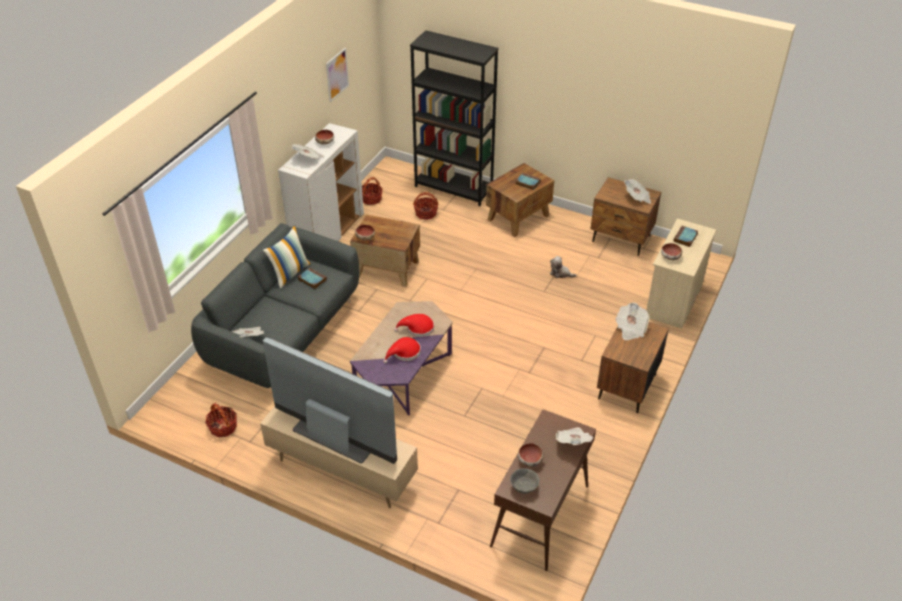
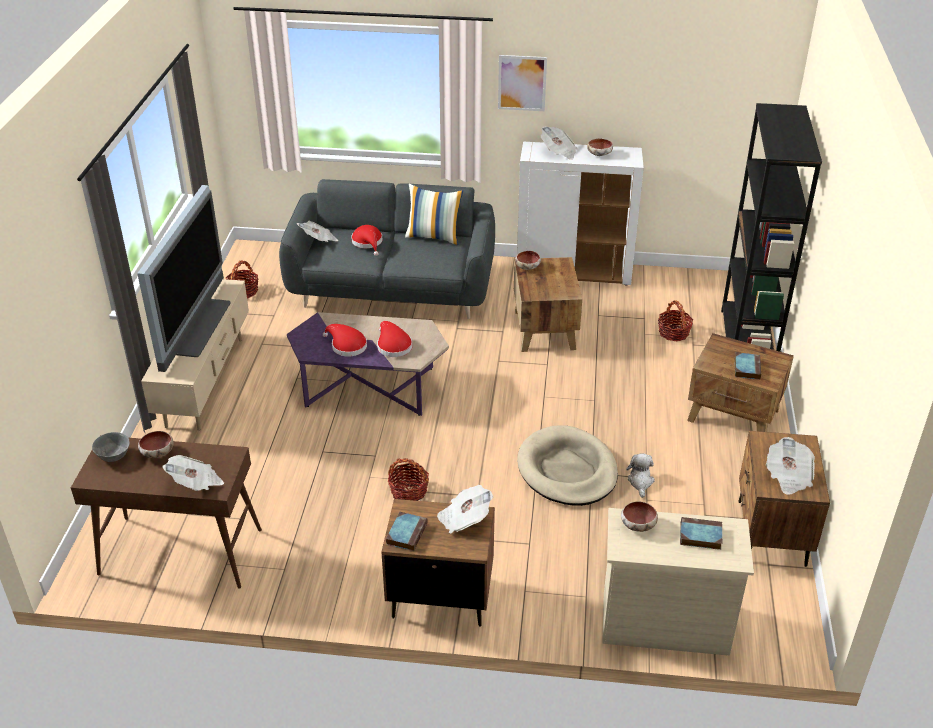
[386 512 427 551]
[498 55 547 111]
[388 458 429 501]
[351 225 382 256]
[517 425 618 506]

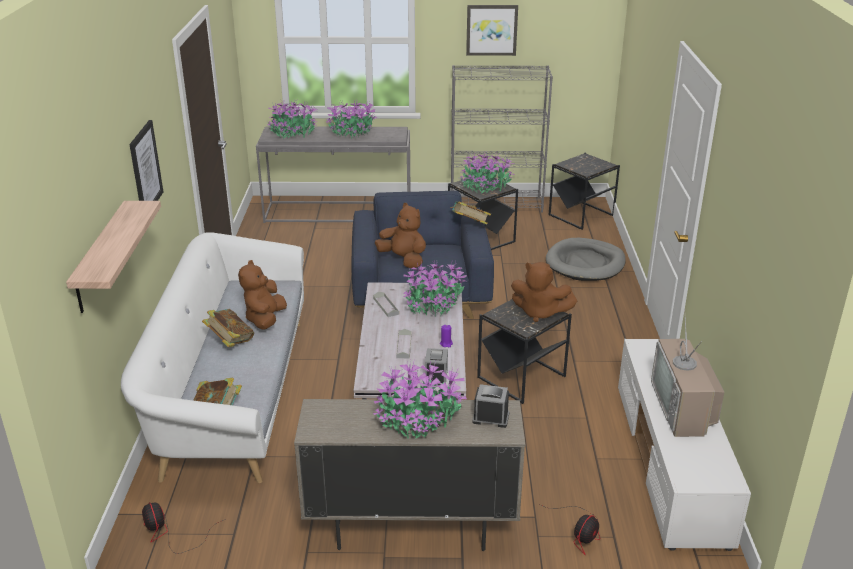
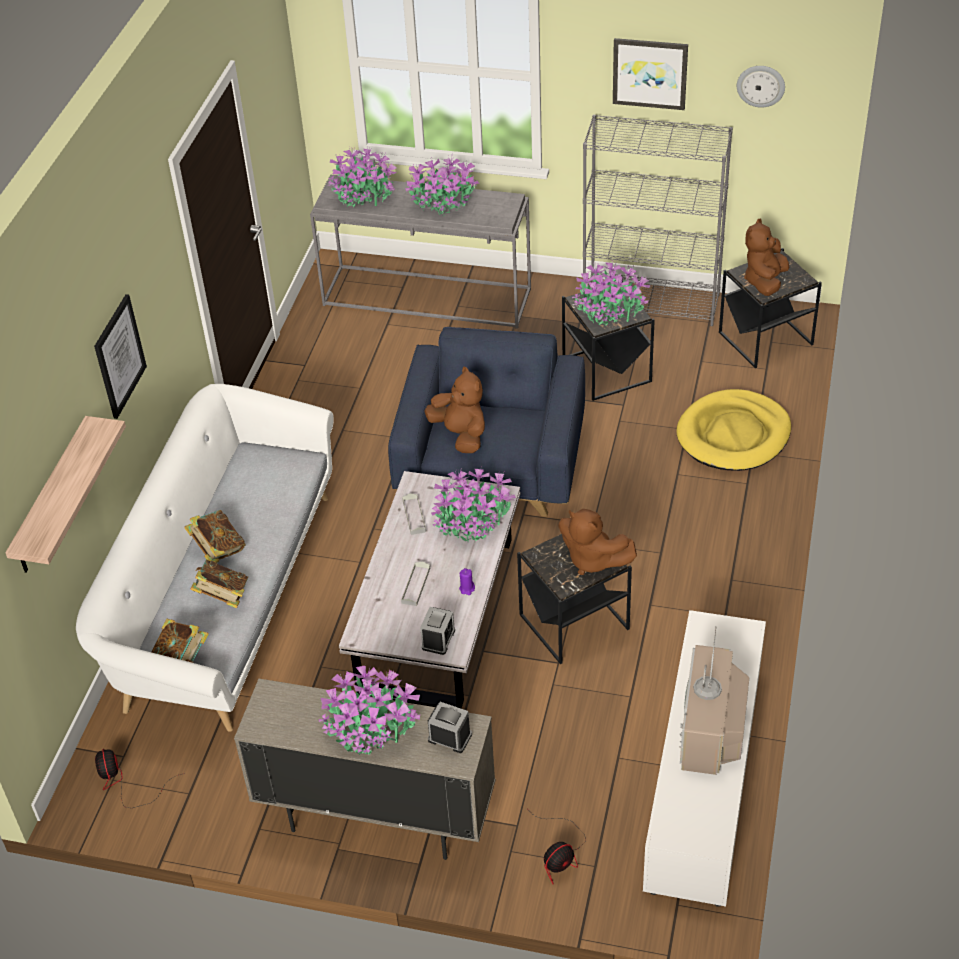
[744 219 789 296]
[191 560 248 608]
[676 389 791 471]
[737 66 785 108]

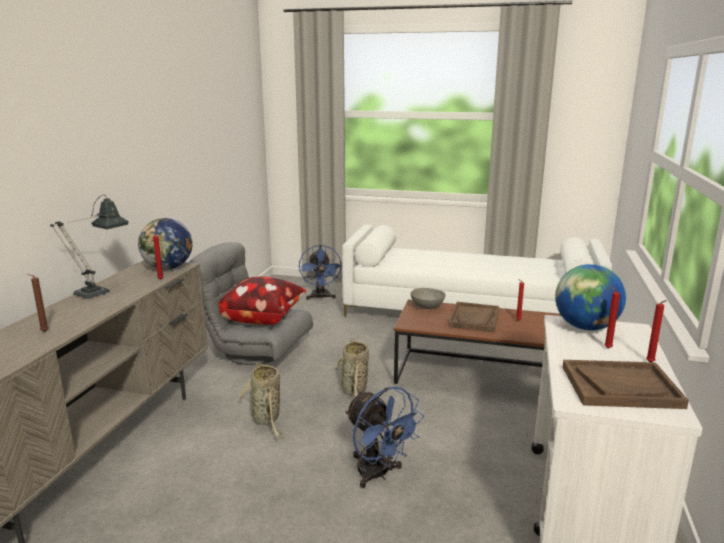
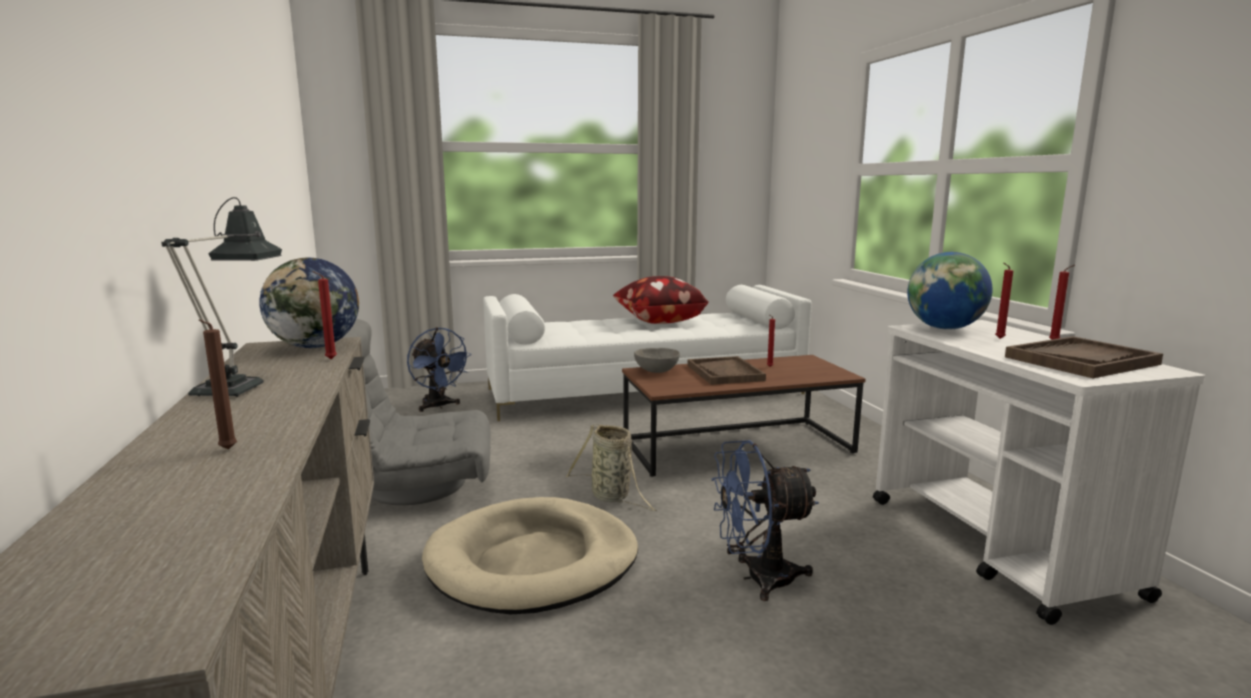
[613 276 709 324]
[422 497 638 614]
[712 440 819 601]

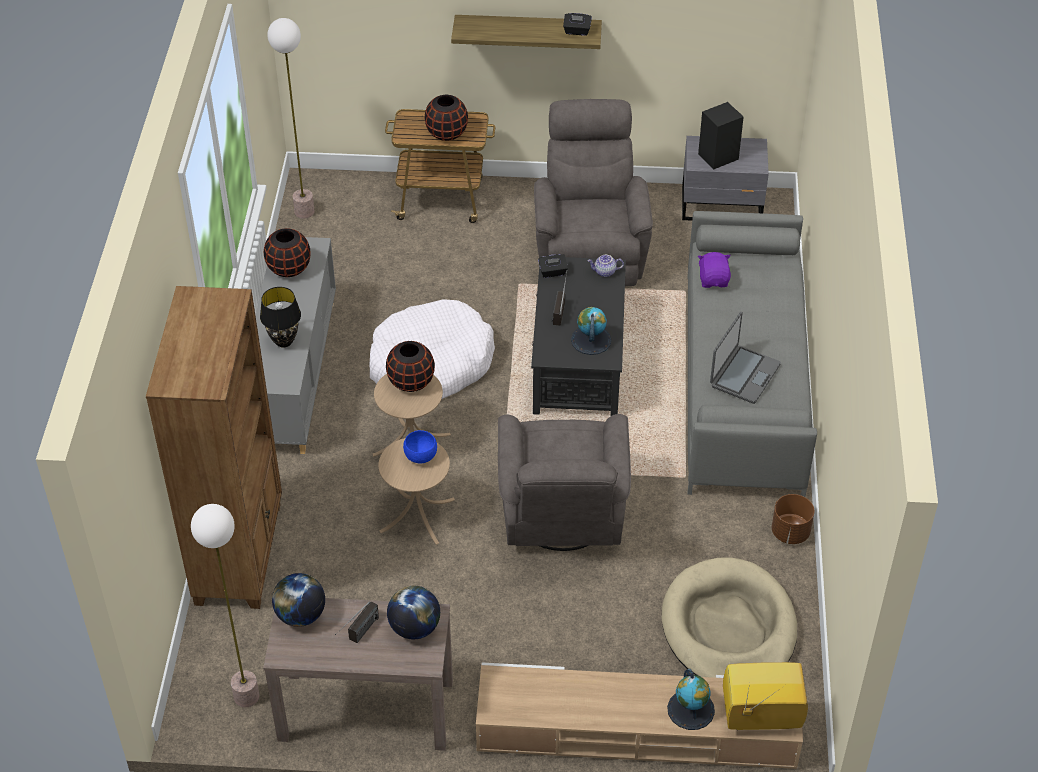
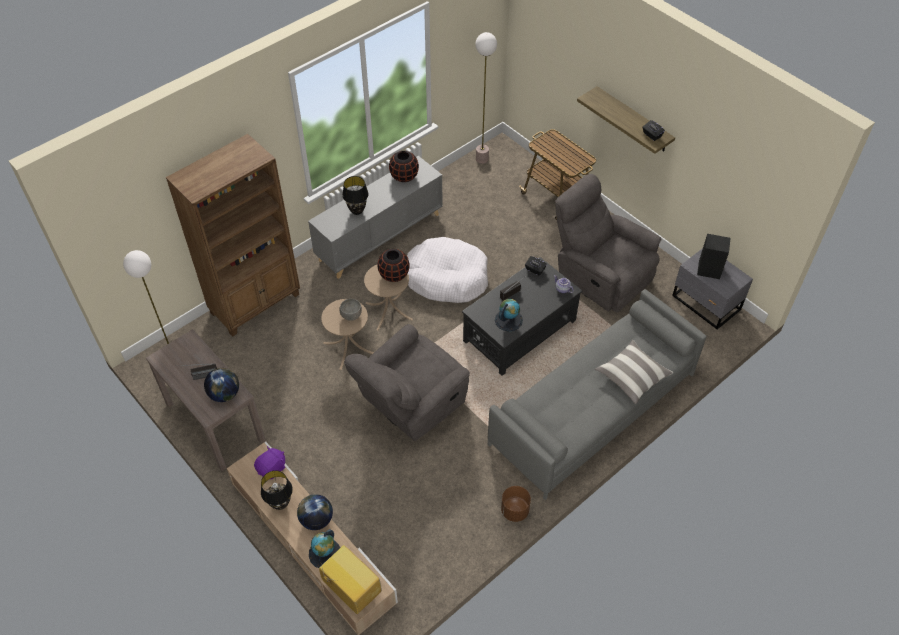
[297 494 333 530]
[339 299 362 321]
[425 95 468 141] (first image)
[555 174 661 312]
[662 557 797 678] (first image)
[254 446 285 479]
[710 312 781 404] (first image)
[261 470 293 510]
[595 340 673 404]

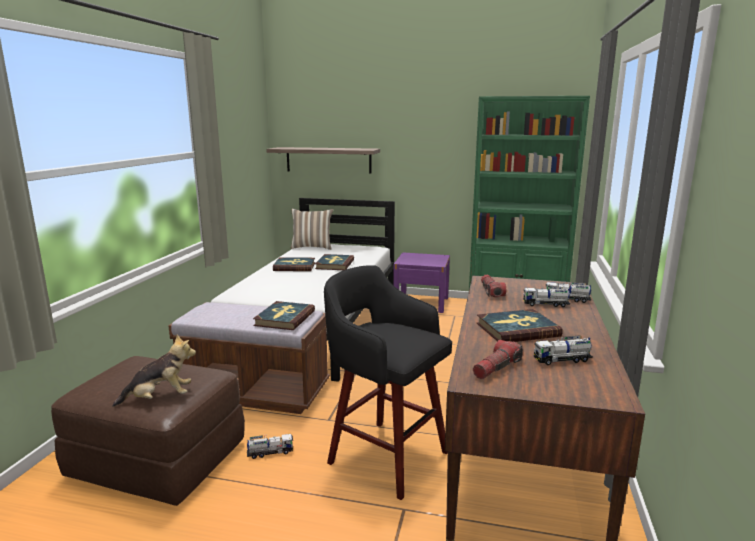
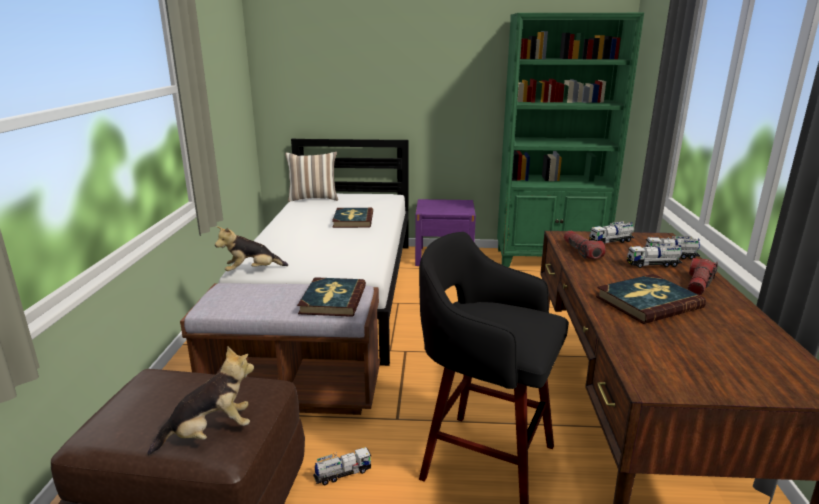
[266 147 380 174] (first image)
[273 257 315 271] (first image)
[688 258 718 295]
[589 221 634 244]
[215 226 288 271]

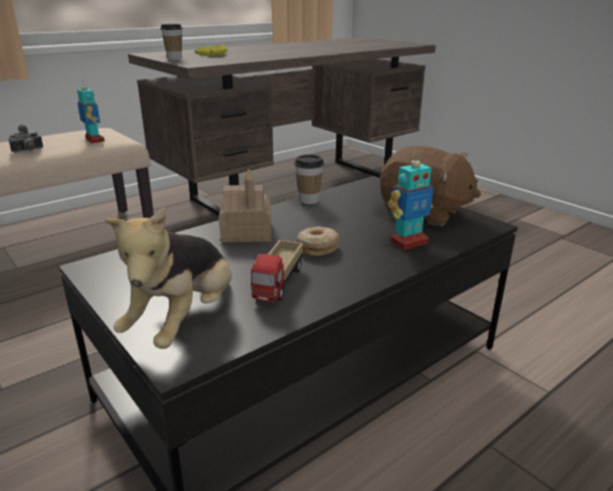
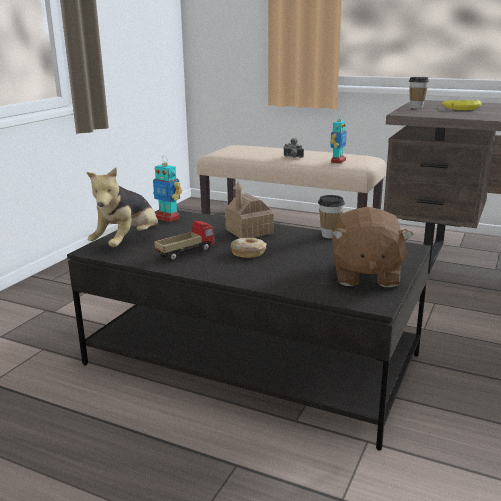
[87 168 158 247]
[154 221 215 261]
[153 156 182 222]

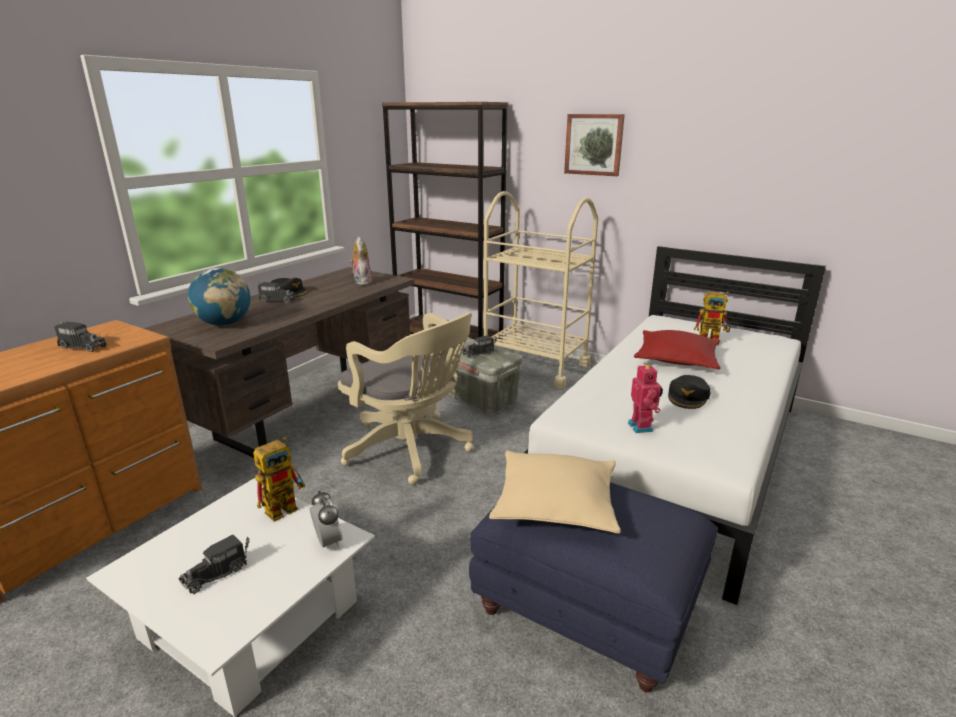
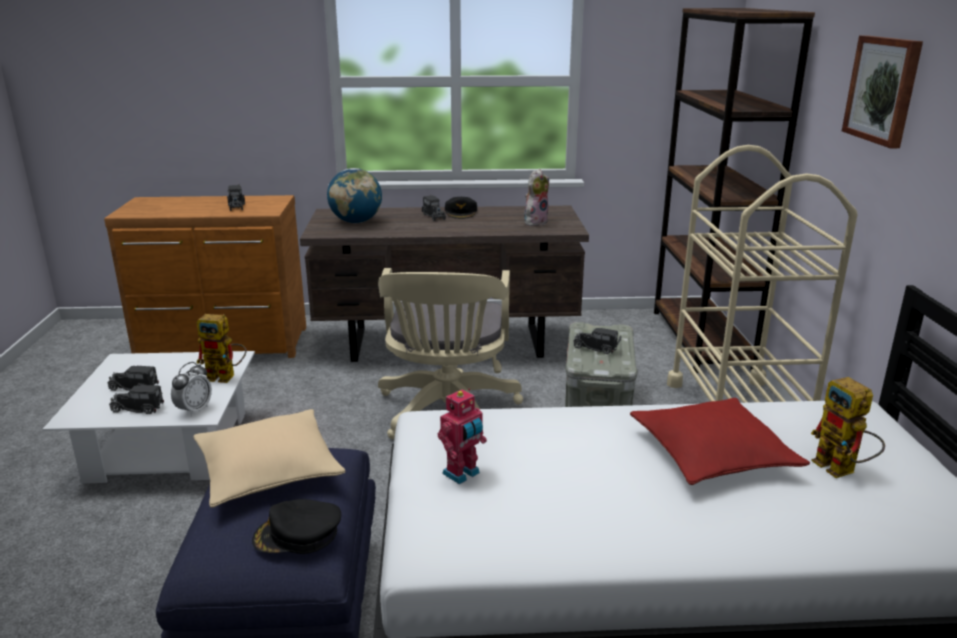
[252 499 341 554]
[109 385 164 414]

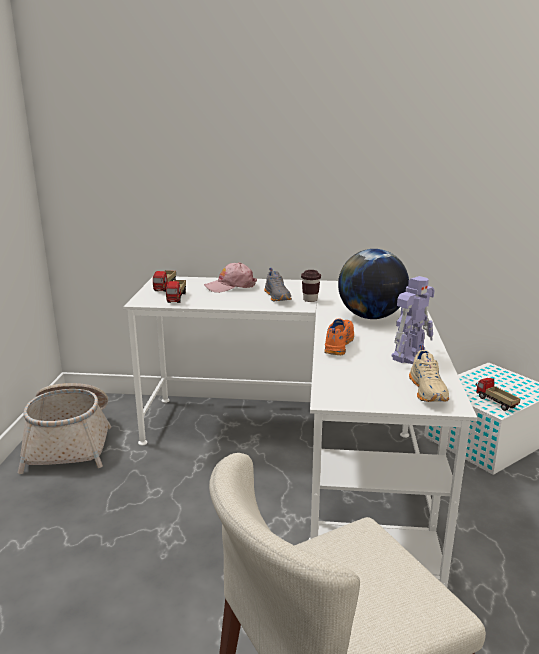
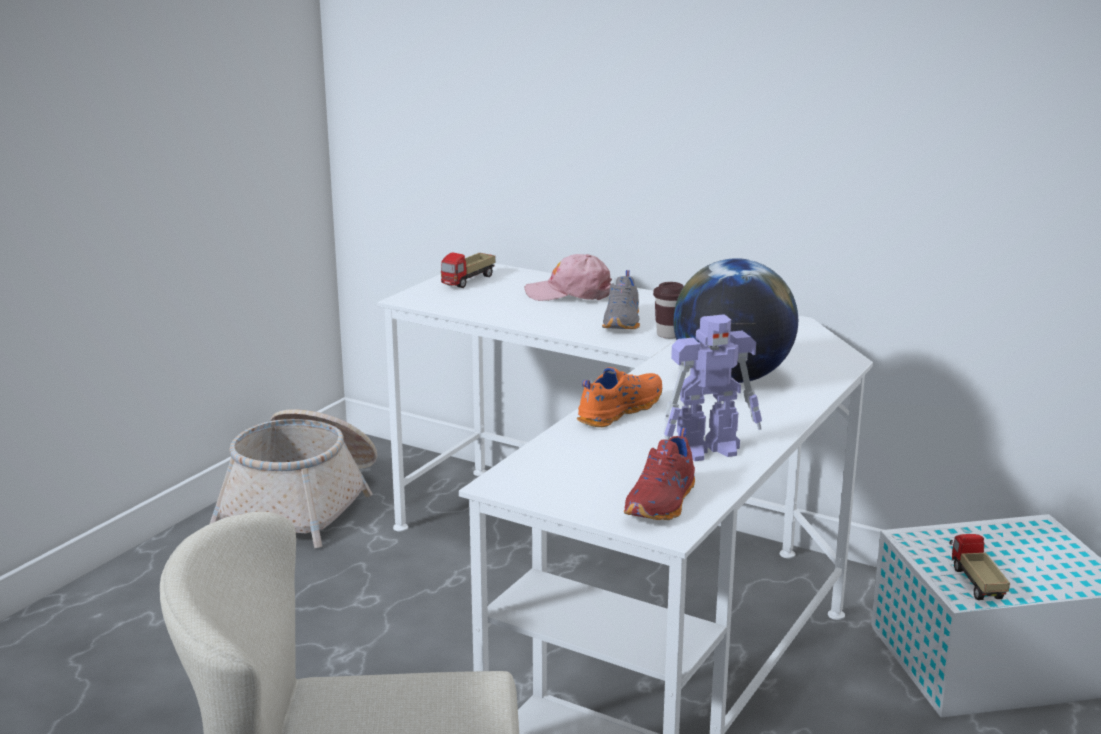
[166 280 186 303] (first image)
[624 427 695 520]

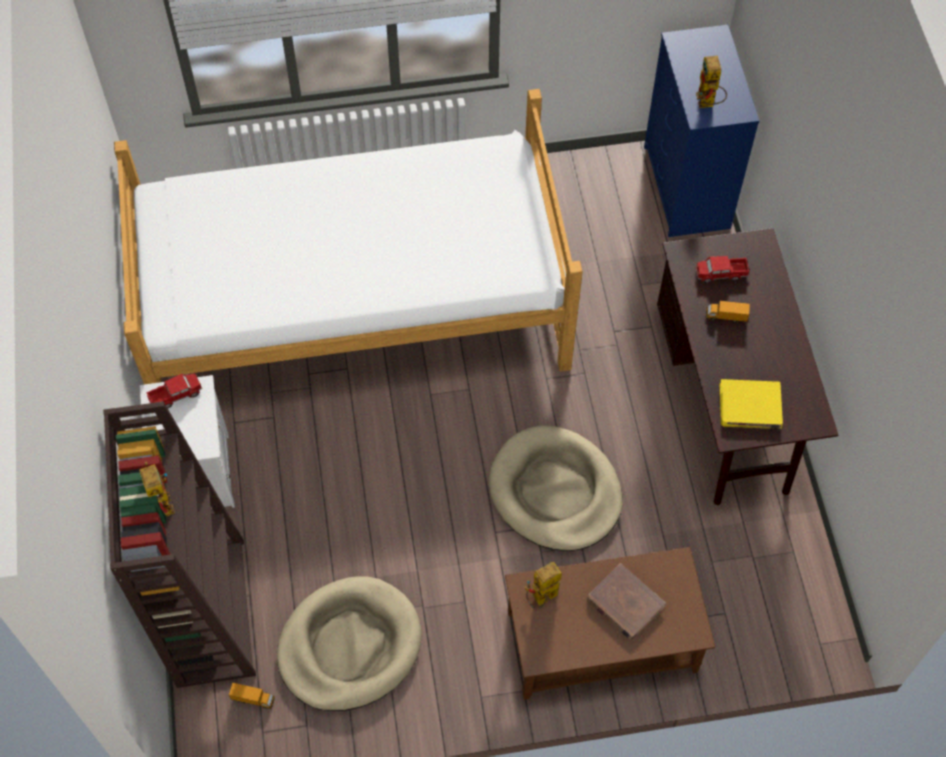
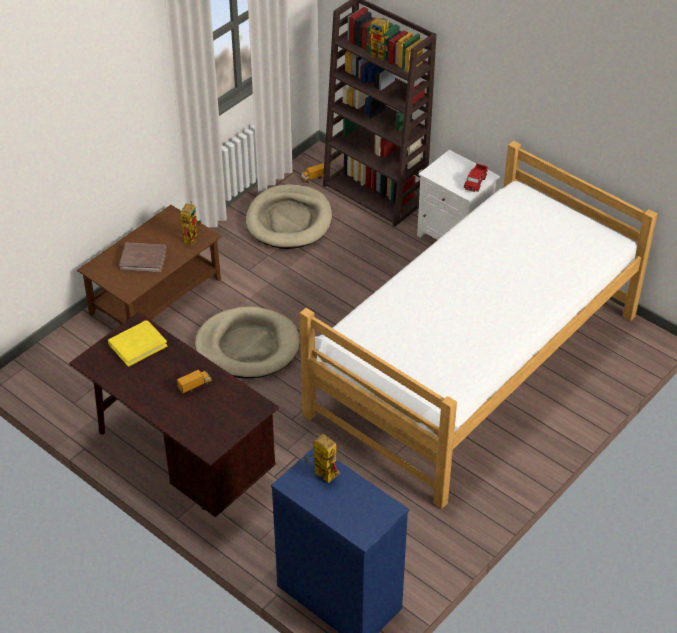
[696 256 749 283] (first image)

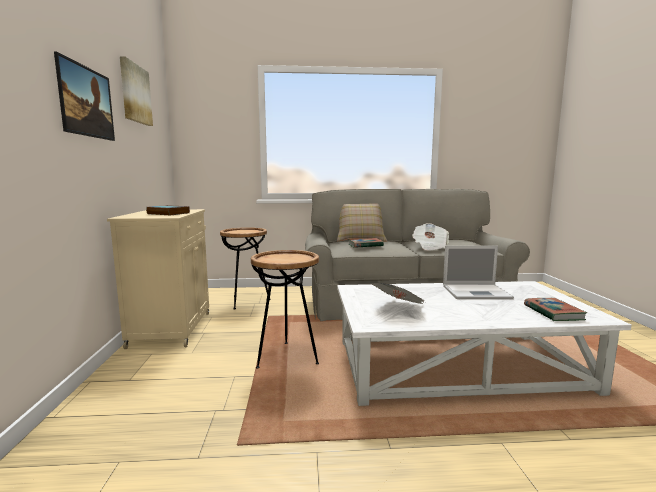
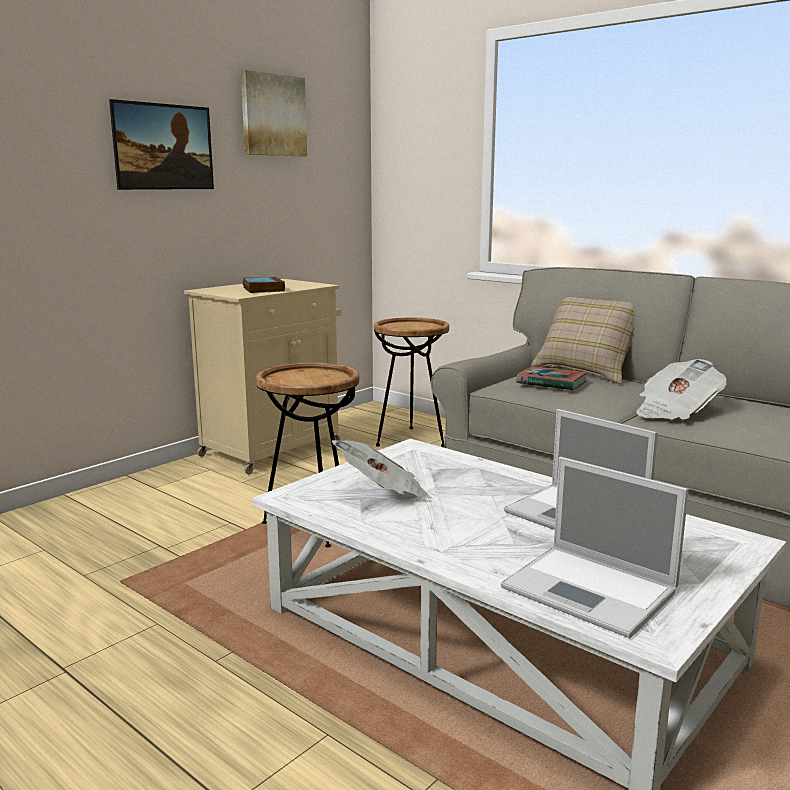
[501 457 689 638]

